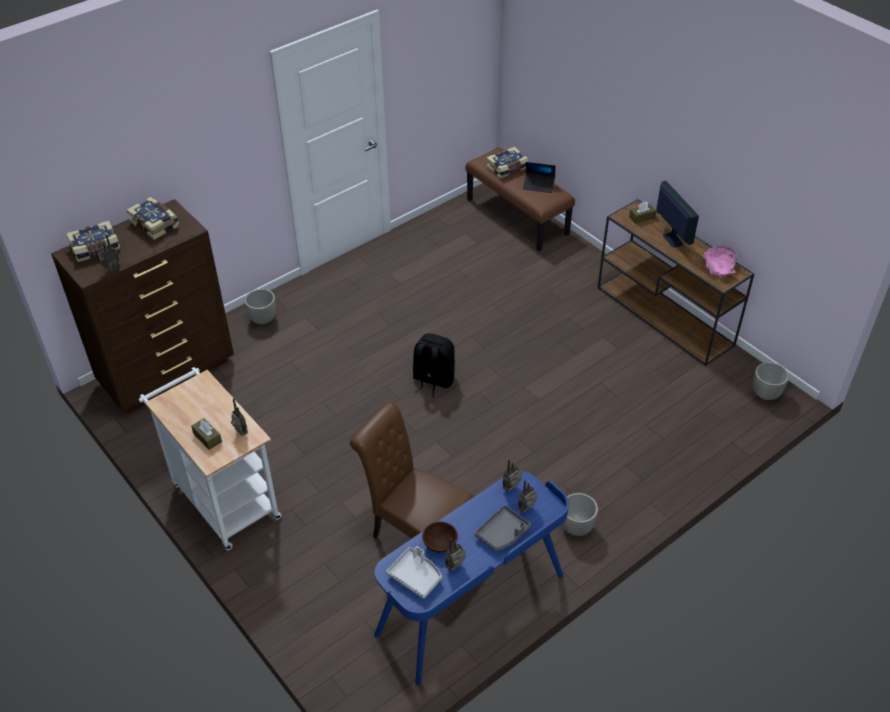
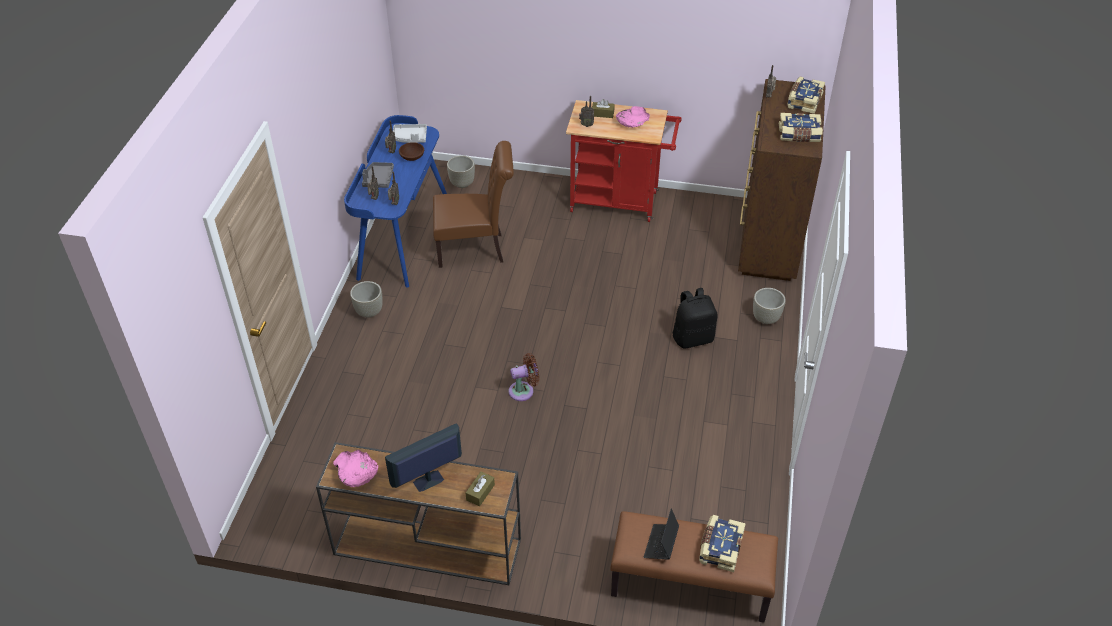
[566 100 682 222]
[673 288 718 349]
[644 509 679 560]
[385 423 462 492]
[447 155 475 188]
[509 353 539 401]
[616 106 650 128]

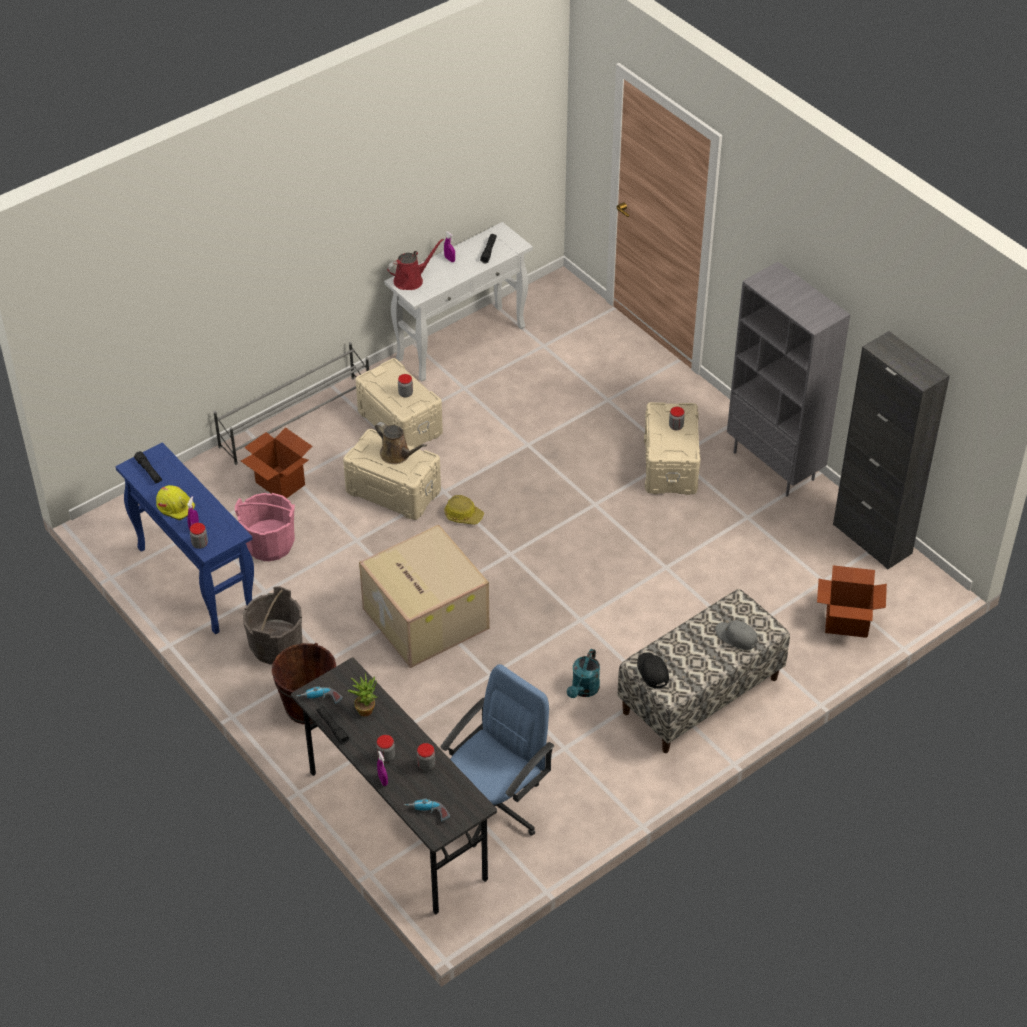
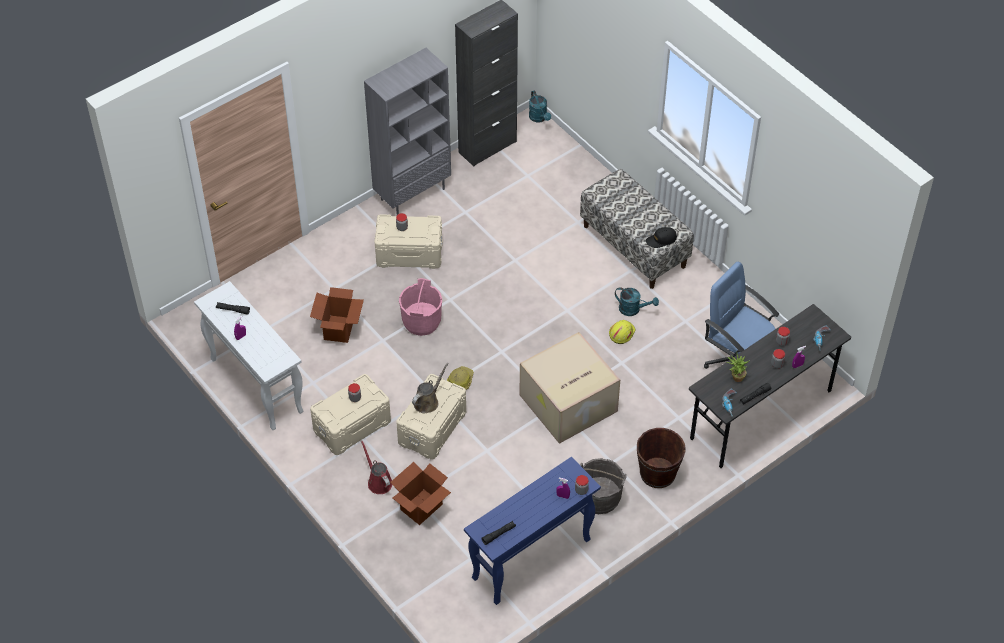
[609 320 636 344]
[213 342 369 465] (first image)
[399 278 442 336]
[361 441 392 494]
[715 620 758 650] (first image)
[310 287 364 343]
[529 91 551 122]

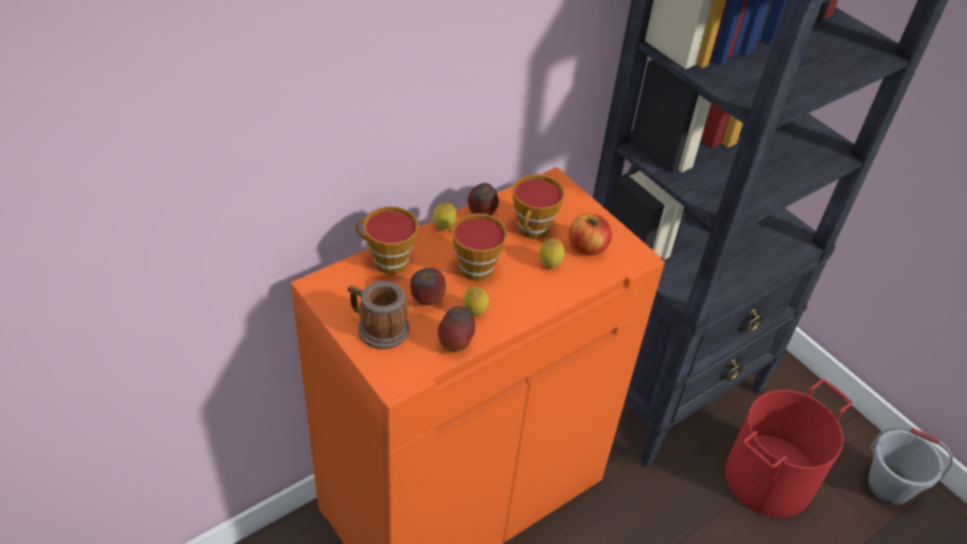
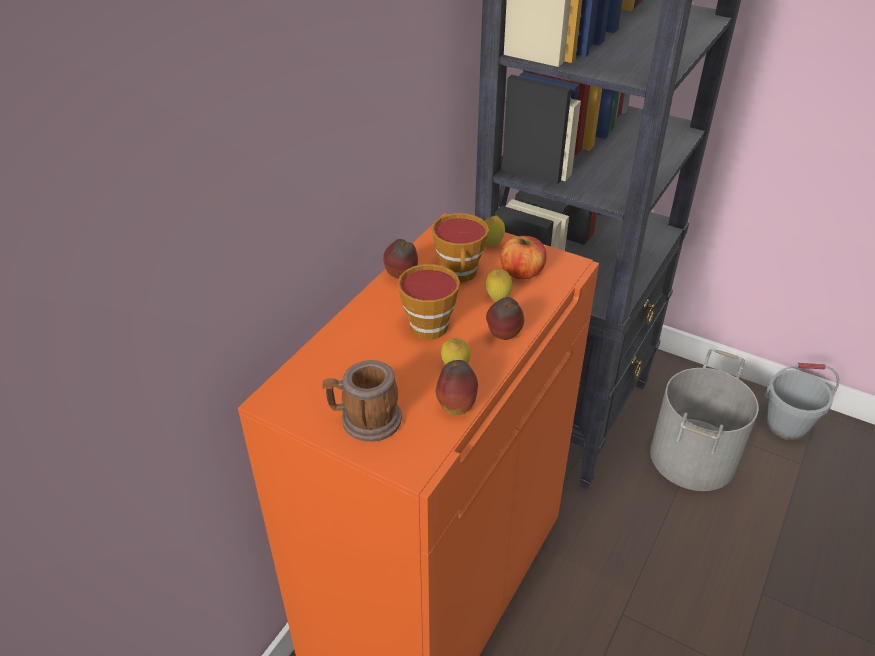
[356 207 419 274] (first image)
[486 297 524 340]
[485 215 505 247]
[650 349 759 491]

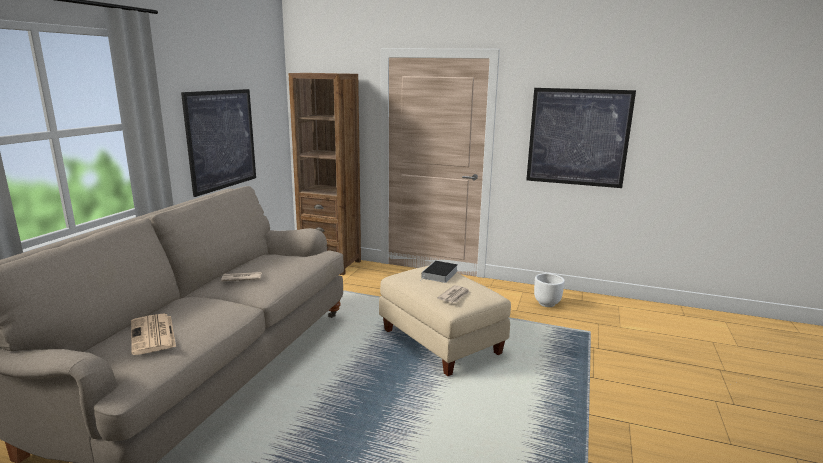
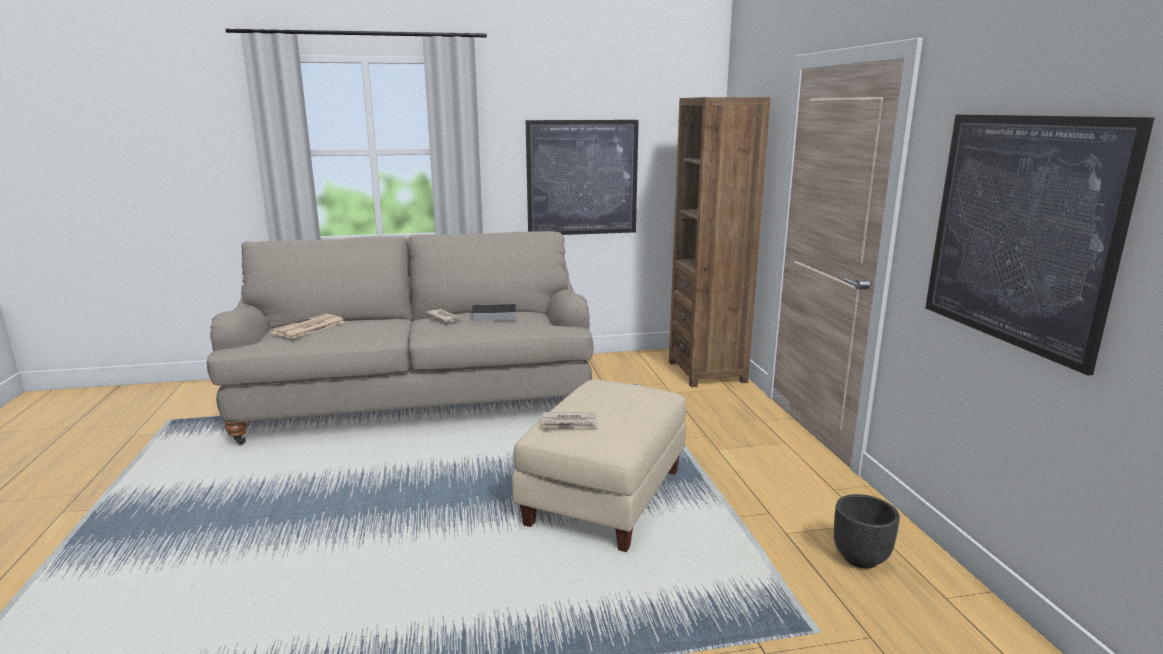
[466 304 516 322]
[834 494 900 569]

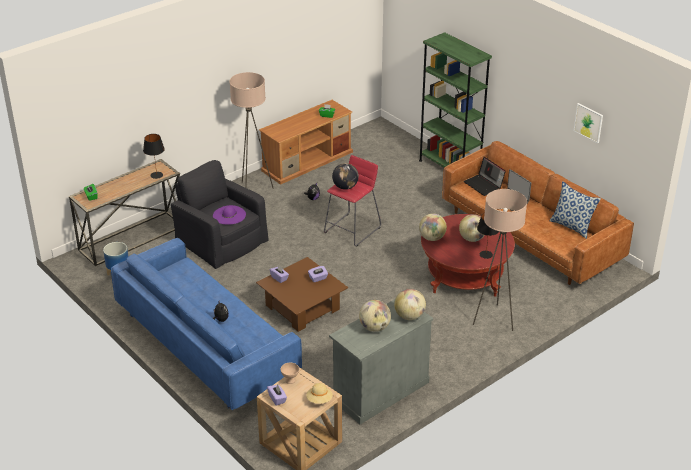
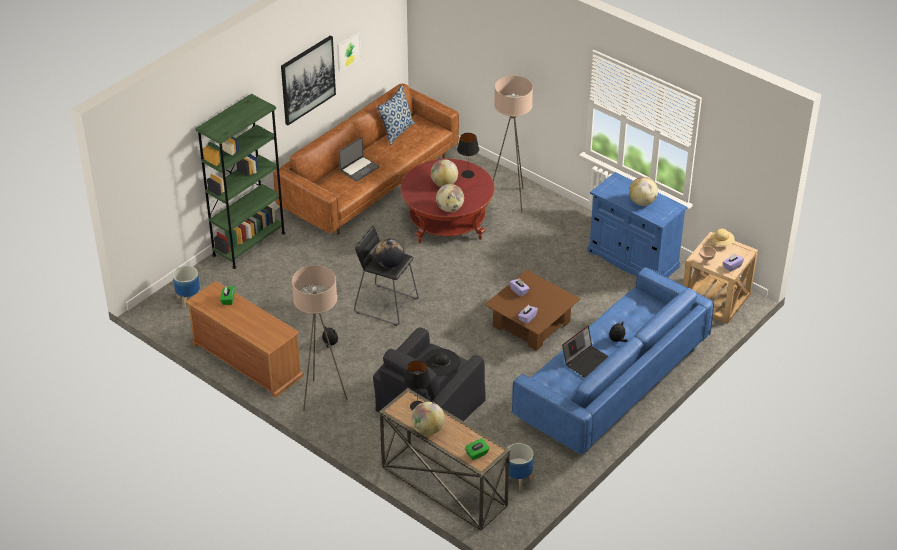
[422 348 461 376]
[354 226 419 326]
[587 172 687 278]
[411 402 445 435]
[562 326 609 378]
[173 266 200 308]
[281 35 336 125]

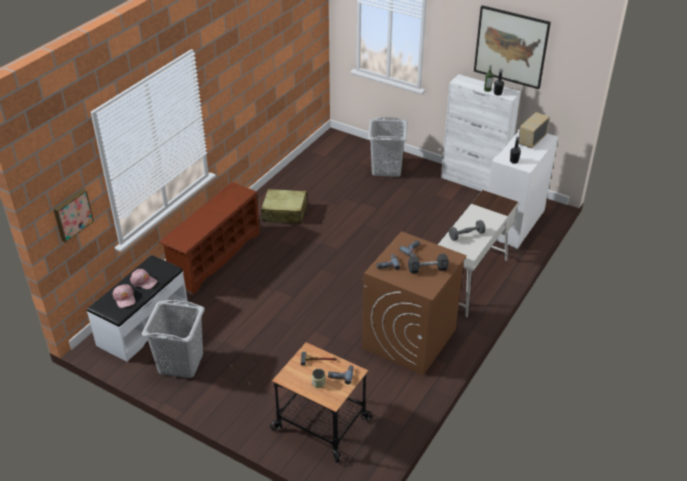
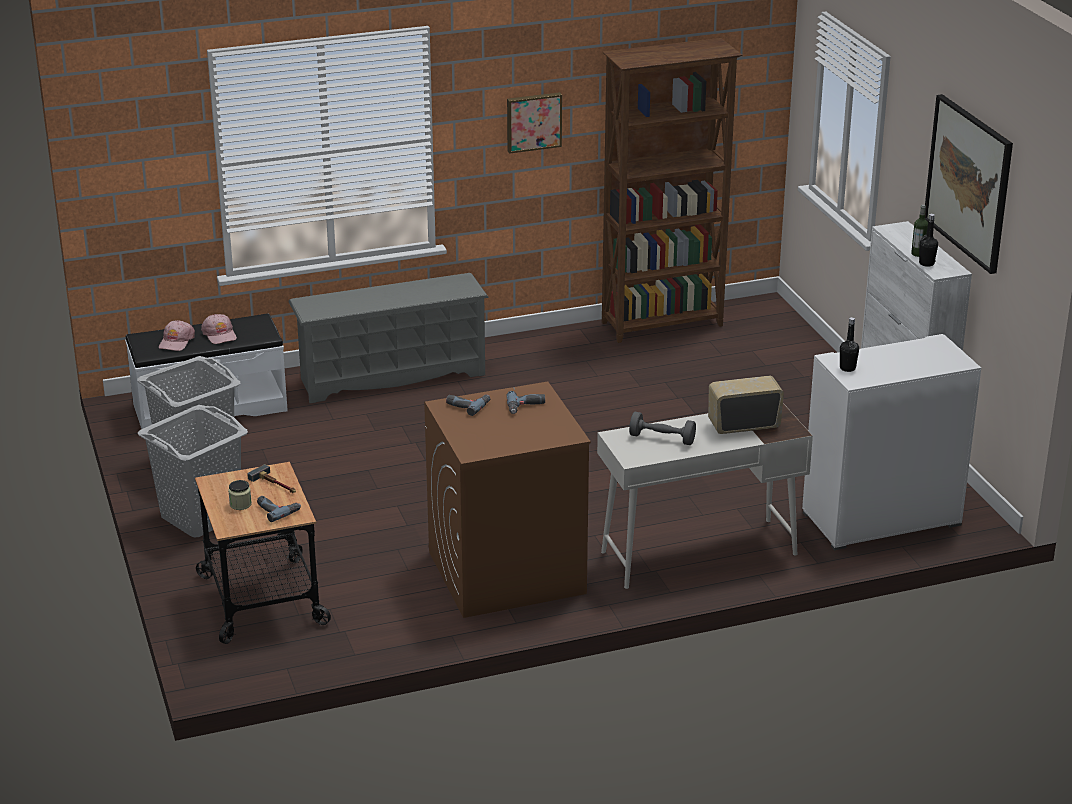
[507 92 562 153]
[288 273 489 403]
[261 189 307 224] (first image)
[138 405 248 537]
[408 254 449 274] (first image)
[708 376 784 434]
[602 38 743 343]

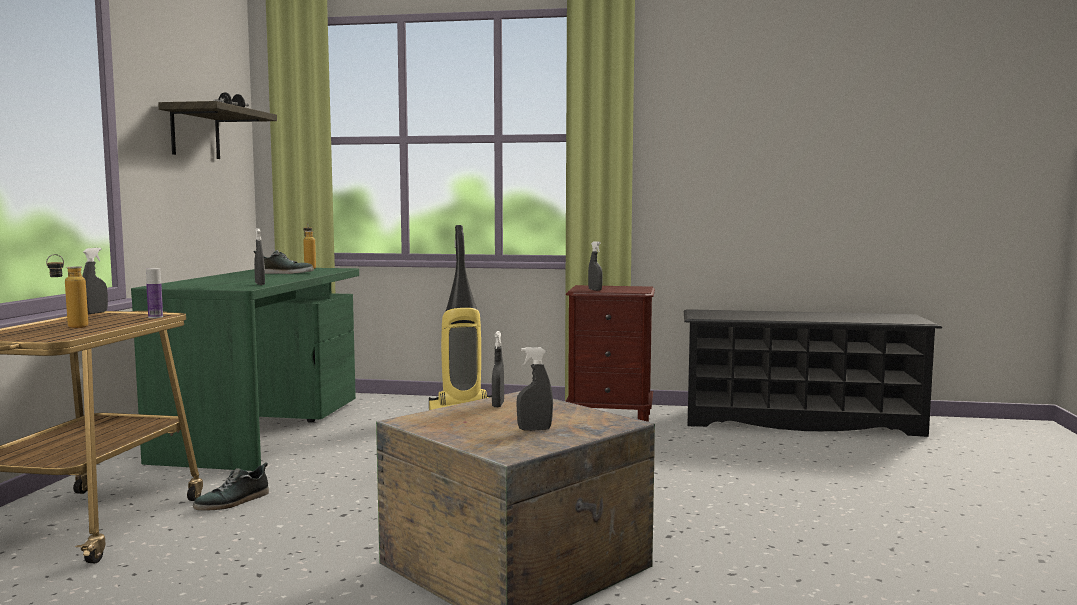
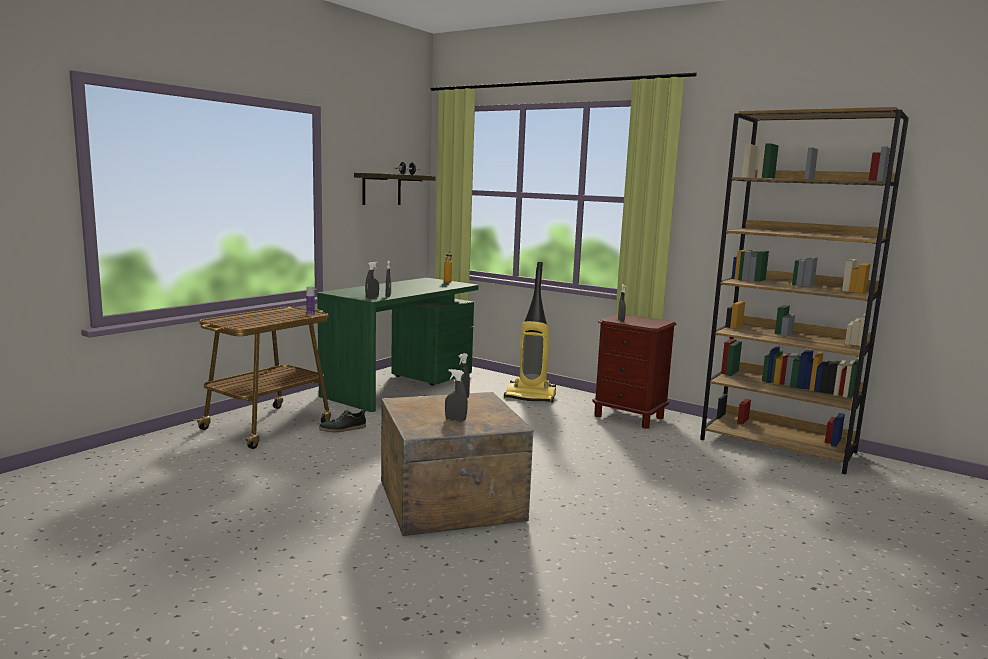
[46 254 88 328] (first image)
[365 262 379 299]
[253 250 314 274] (first image)
[700 107 909 474]

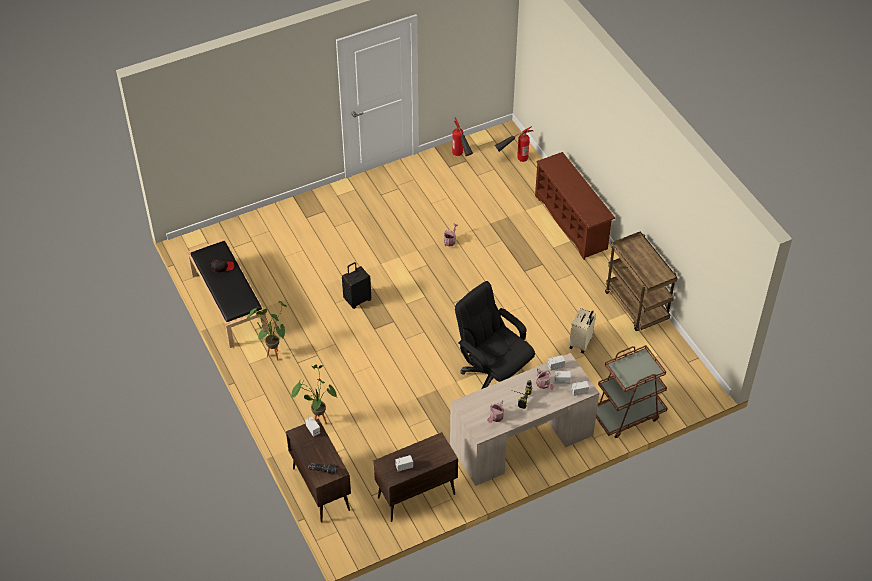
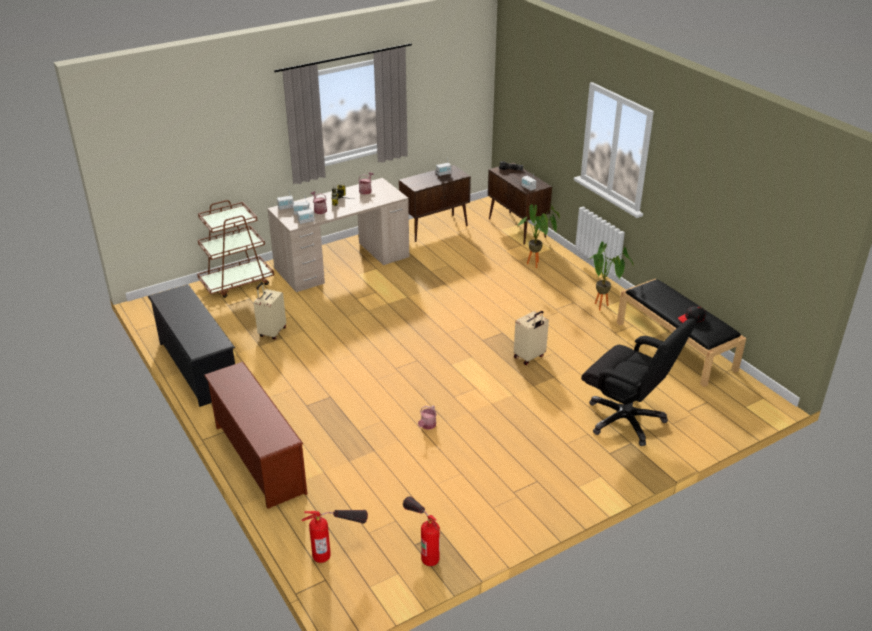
[514 311 549 365]
[581 318 696 446]
[148 284 235 407]

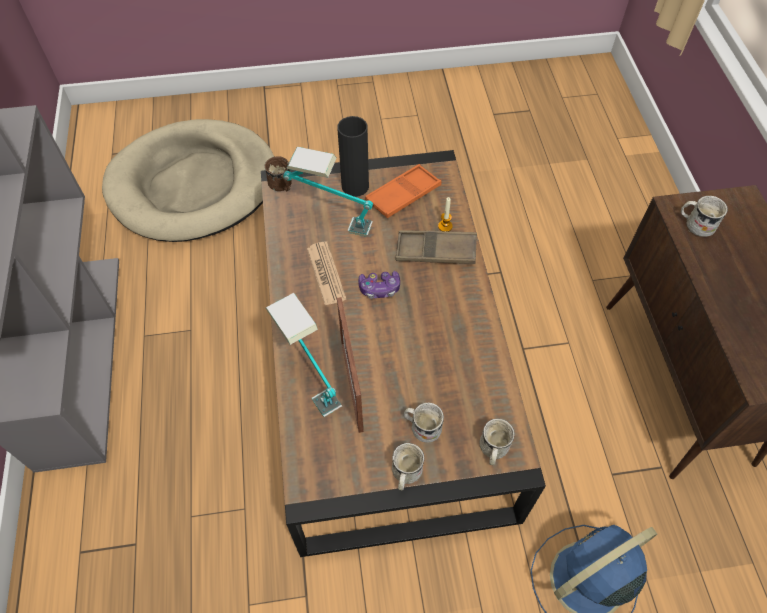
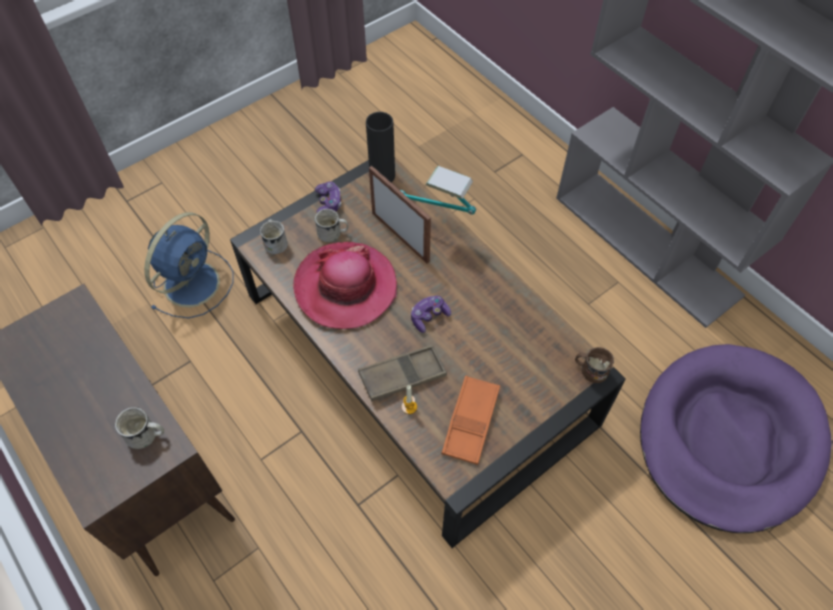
[640 344 832 533]
[283 147 373 237] (first image)
[307 242 346 305] (first image)
[366 112 395 183]
[315 181 342 213]
[293 242 397 329]

